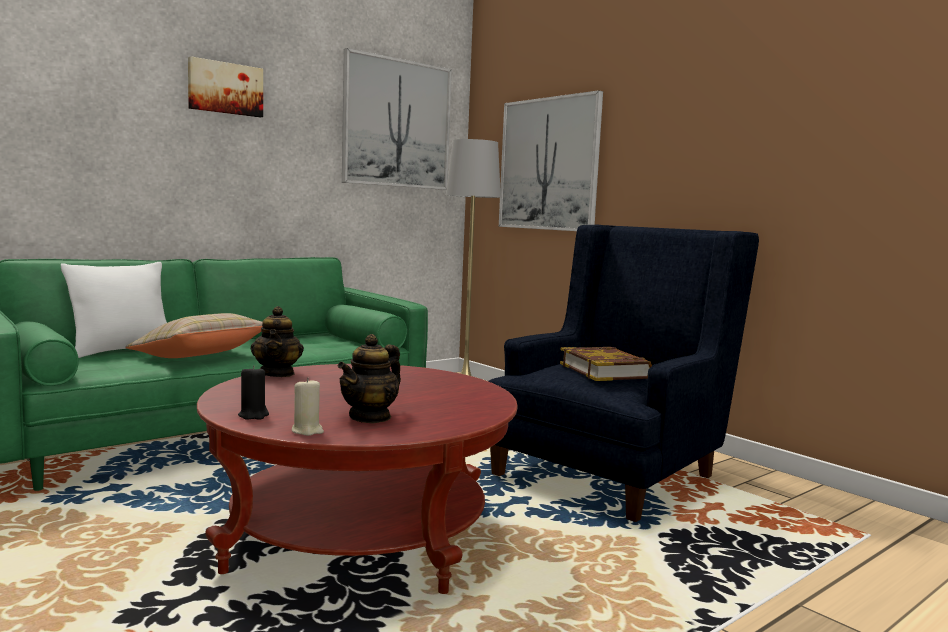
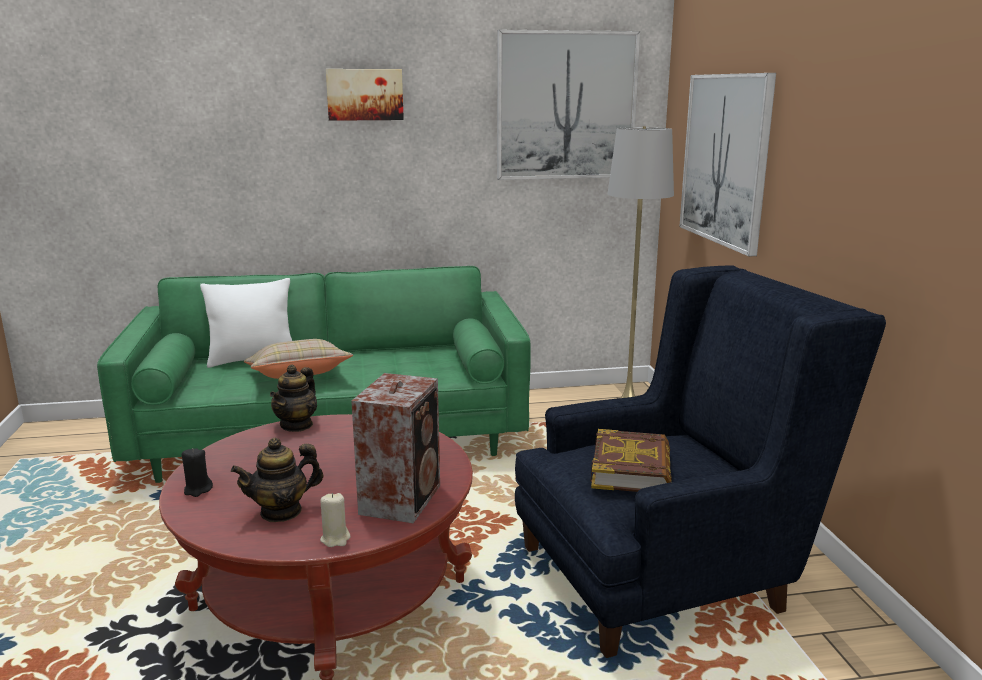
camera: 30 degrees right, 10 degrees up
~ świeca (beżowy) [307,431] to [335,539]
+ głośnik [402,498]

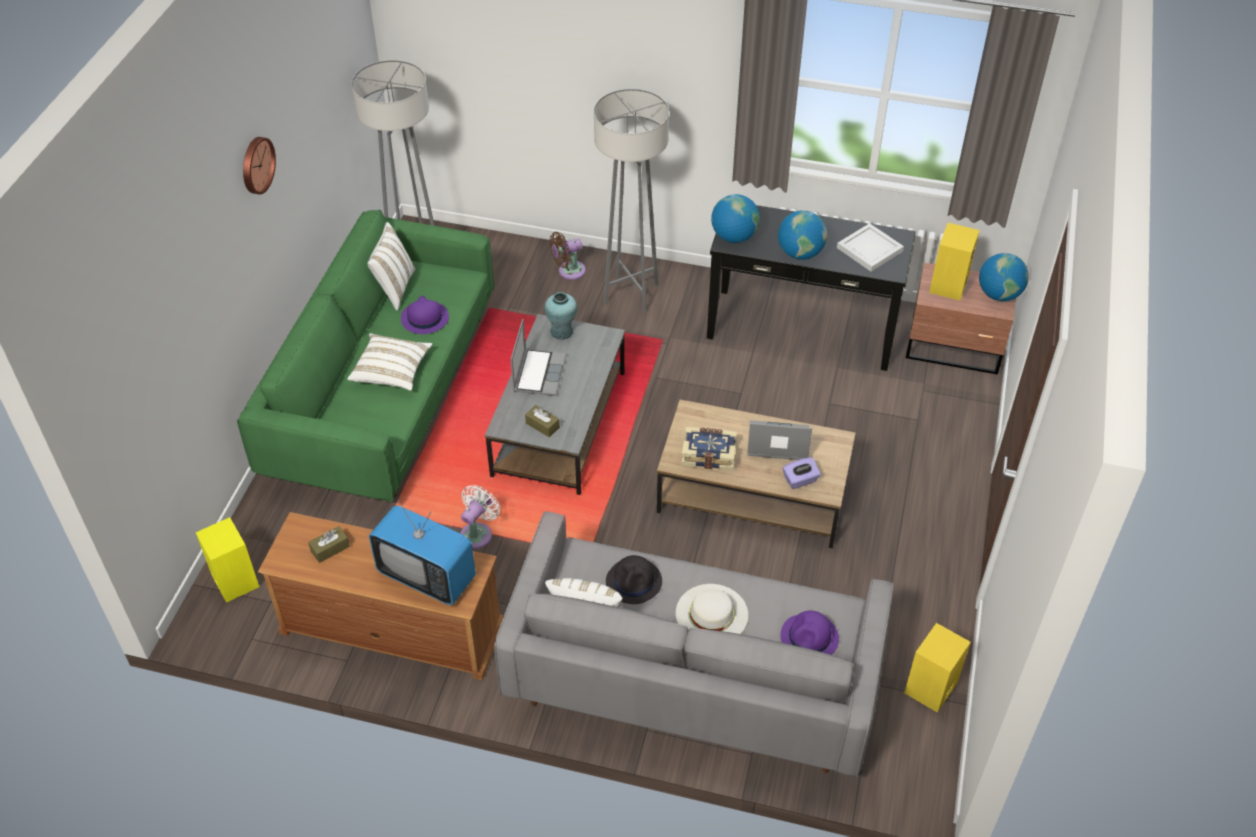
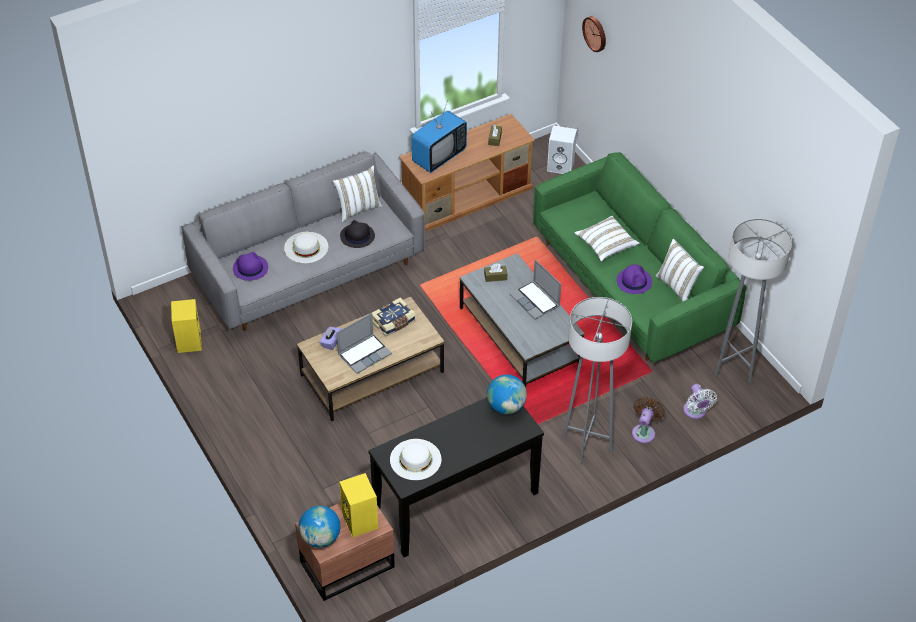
camera: 135 degrees right, 0 degrees up
~ zegar ścienny [256,165] to [595,33]
- globus [800,253]
~ taca (biały) [868,249] to kapelusz (biały) [415,459]
- wazon (turkusowy) [561,331]
~ wentylator (biały) [478,533] to [695,412]
~ telewizor [427,576] = [439,157] 150 degrees clockwise
~ głośnik (żółty) [234,580] to głośnik (biały) [561,165]

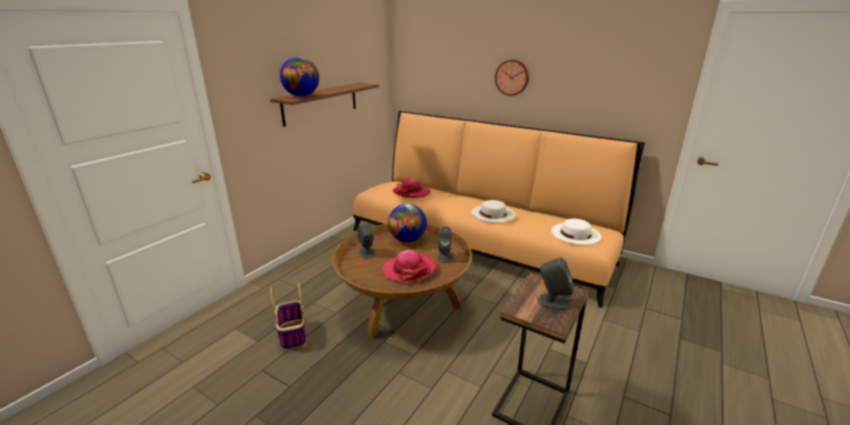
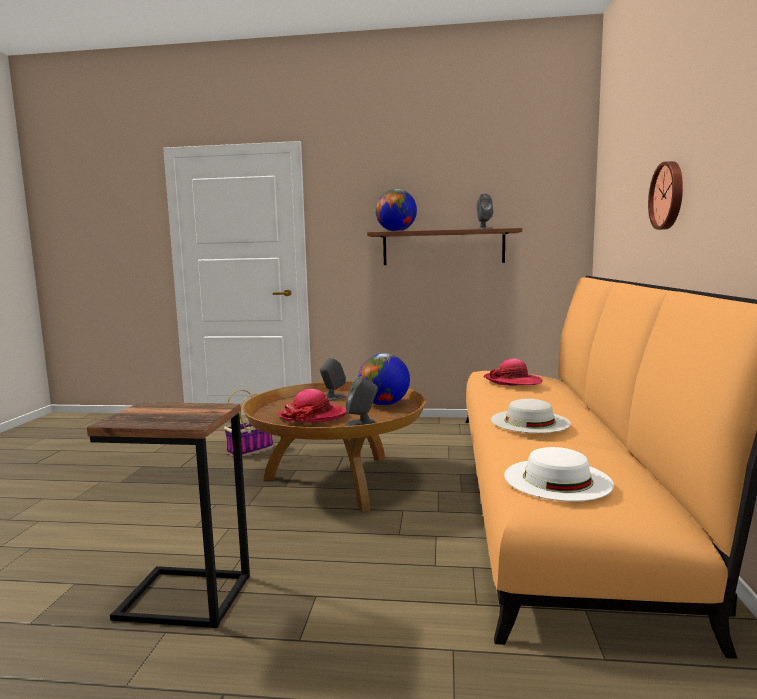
camera: 65 degrees right, 15 degrees down
~ głośnik (szary) [553,302] to [483,229]

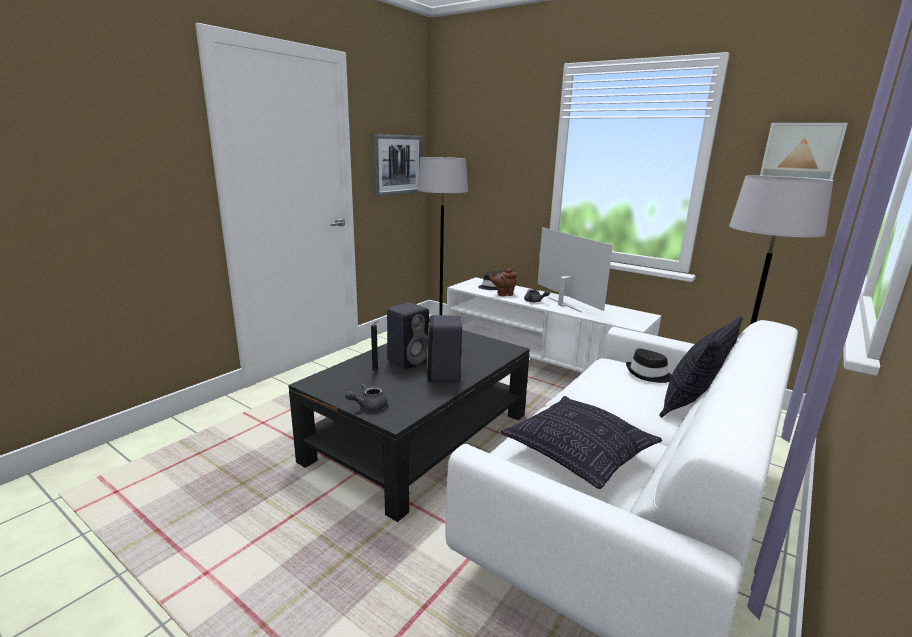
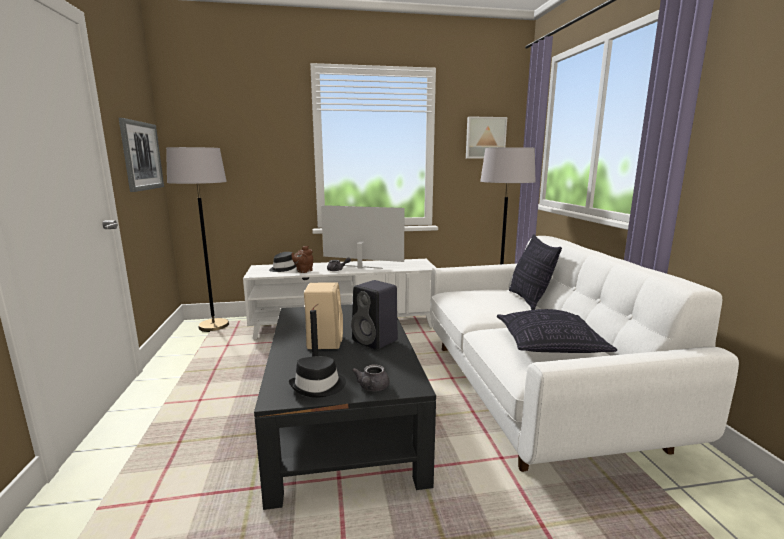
camera: 45 degrees left, 5 degrees down
~ głośnik (czarny) [409,360] to głośnik (beżowy) [324,341]
~ kapelusz (czarny) [648,374] to [318,386]

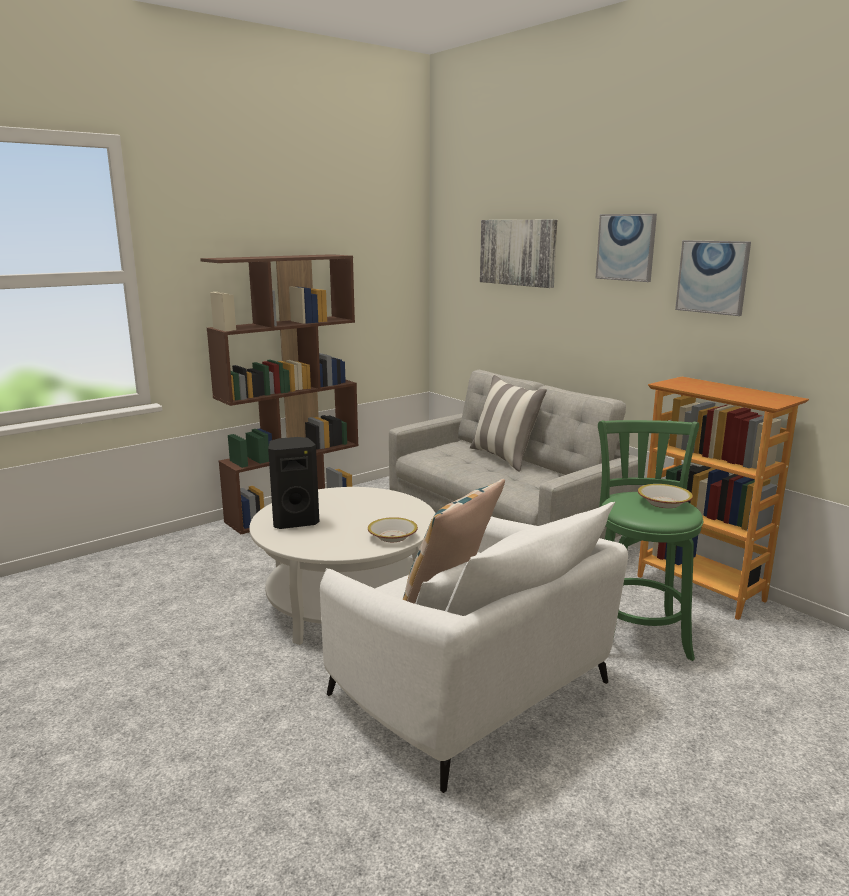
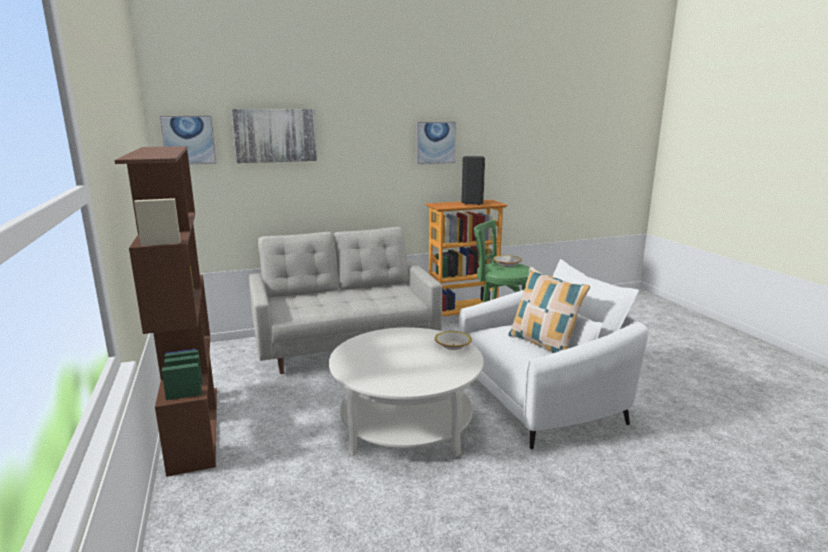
camera: 70 degrees left, 0 degrees up
~ obraz [626,247] to [189,140]
- poduszka [504,458]
~ głośnik (czarny) [295,521] to [472,203]

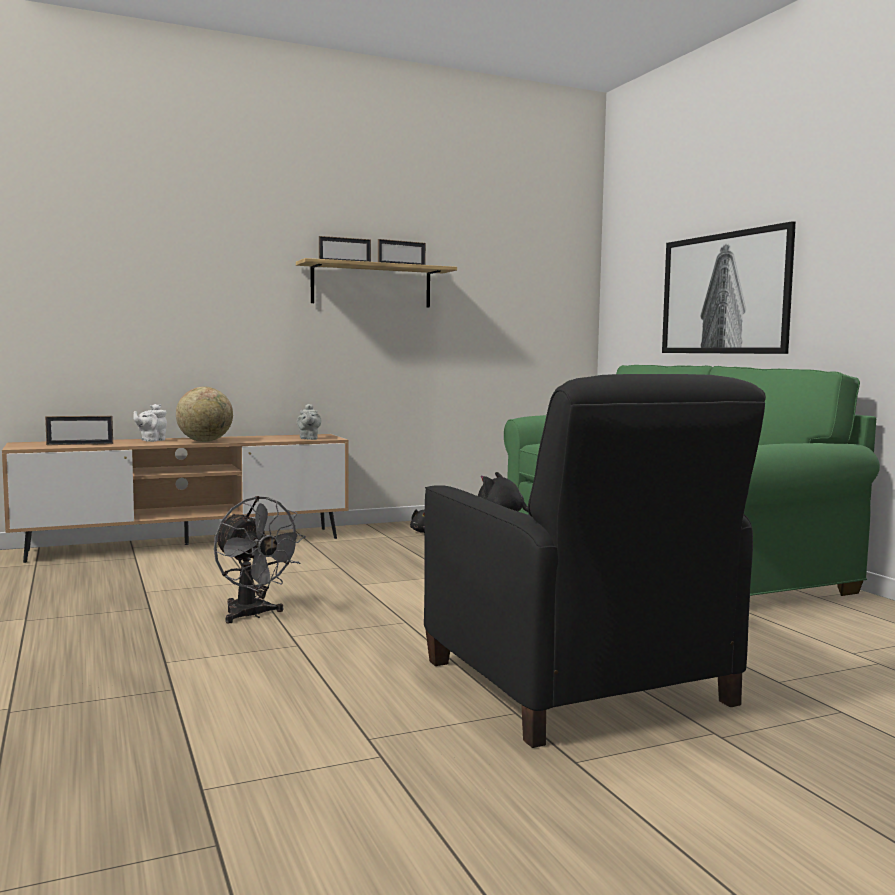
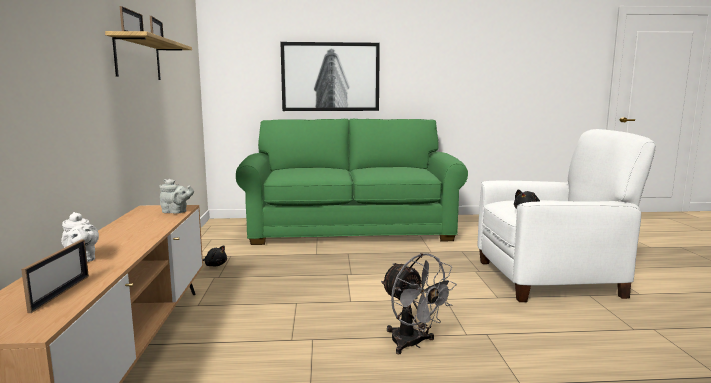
camera: 70 degrees left, 5 degrees up
~ fotel (czarny) [578,684] to fotel (biały) [549,278]
- globus [205,441]
~ wentylator (szary) [252,615] = [412,344] 75 degrees clockwise

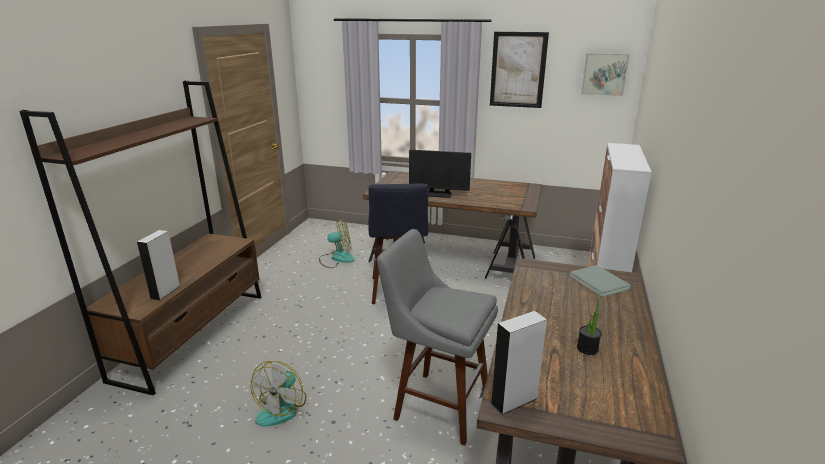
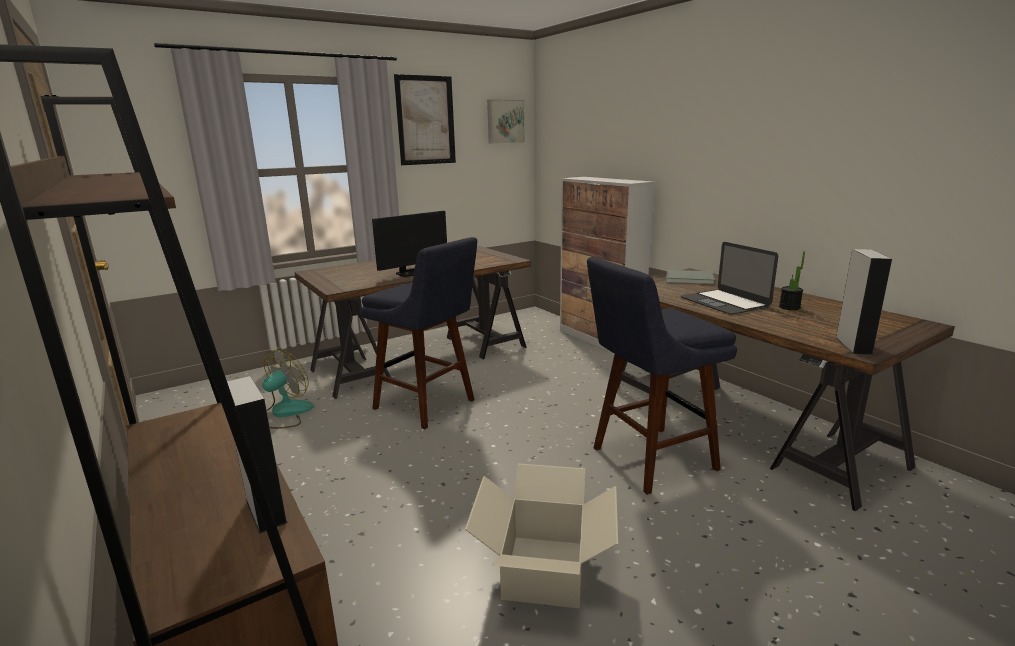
camera: 50 degrees left, 5 degrees down
~ stołek (szary) [436,404] to stołek (niebieski) [647,460]
~ wentylator [282,408] to karton [545,570]
+ laptop [724,302]

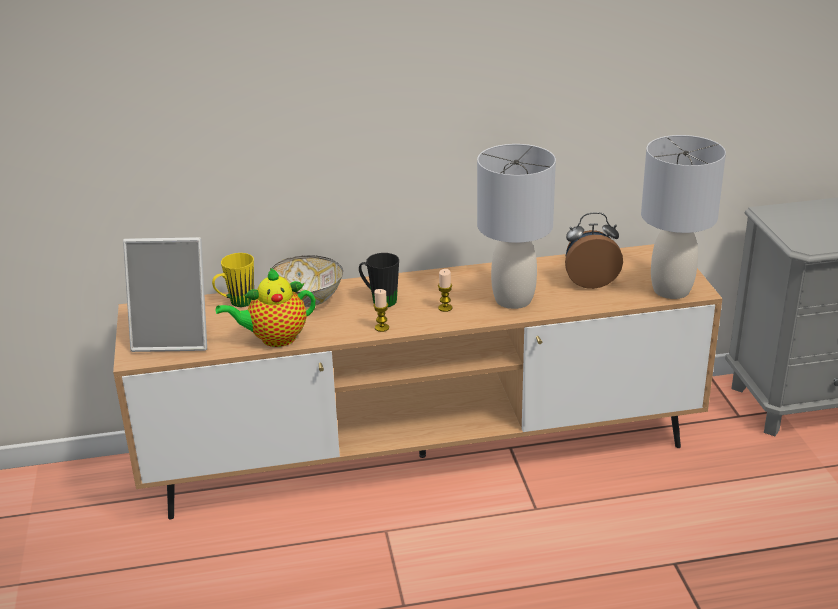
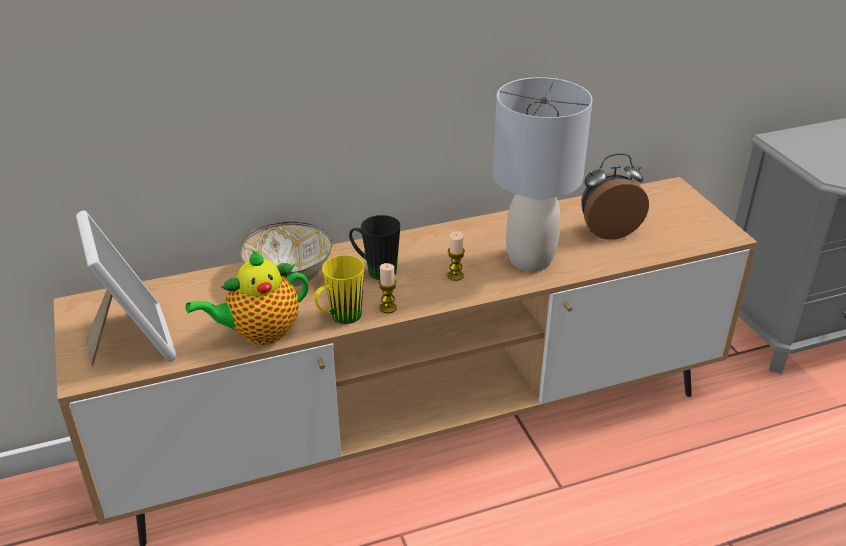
camera: 10 degrees left, 5 degrees up
- lampa stołowa (szary) [672,290]
~ ramka na zdjęcie [174,337] = [132,341] 105 degrees counterclockwise
~ kubek (żółty) [236,303] to [340,318]

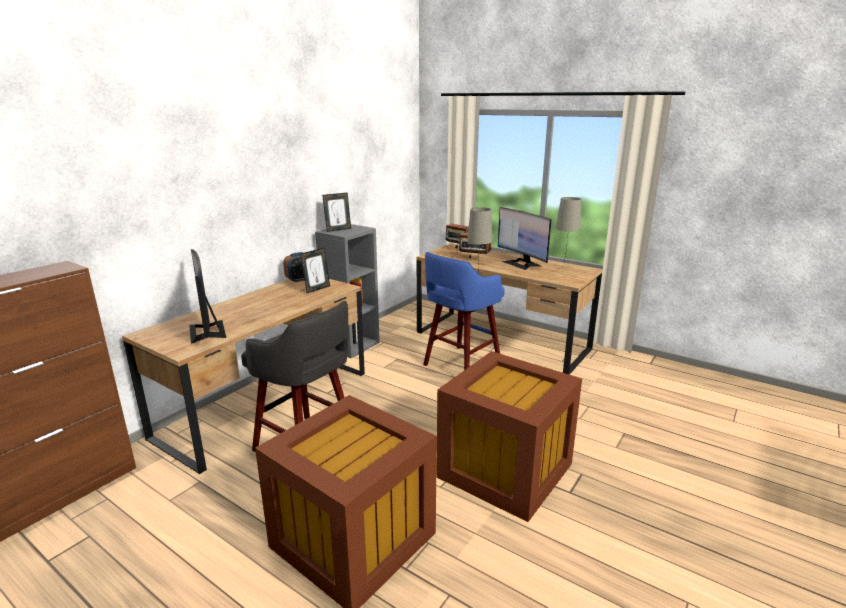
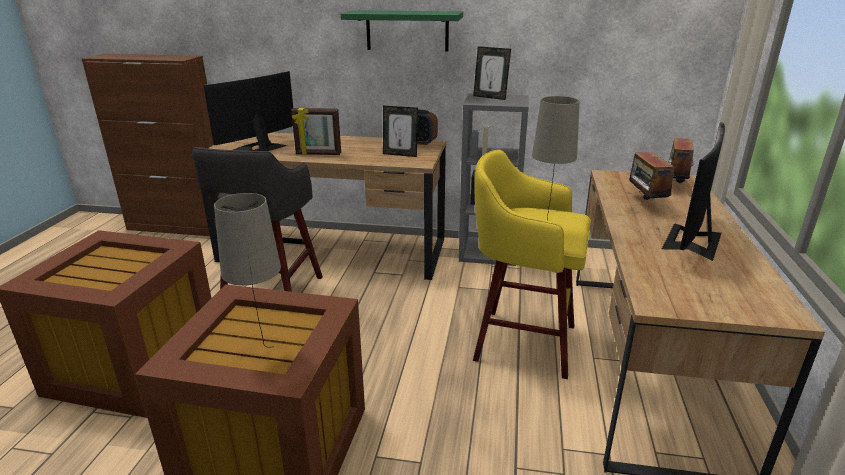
camera: 65 degrees right, 5 degrees up
~ lampa stołowa (beżowy) [564,269] to [264,355]
~ stołek (niebieski) [460,365] to stołek (żółty) [521,341]
+ półka (zielony) [407,30]
+ ramka na zdjęcie [318,154]

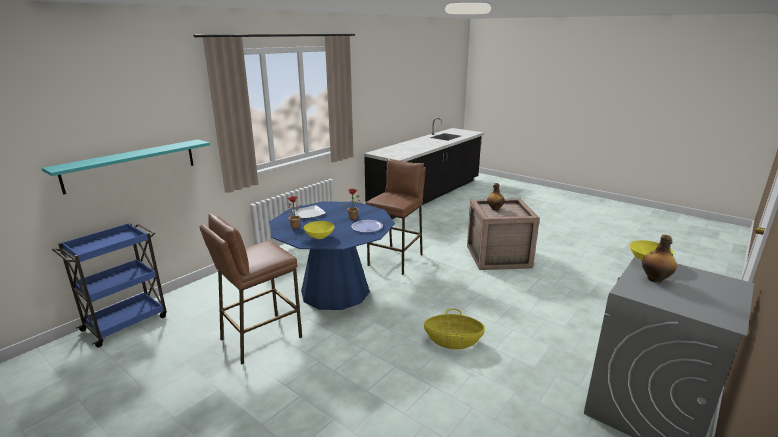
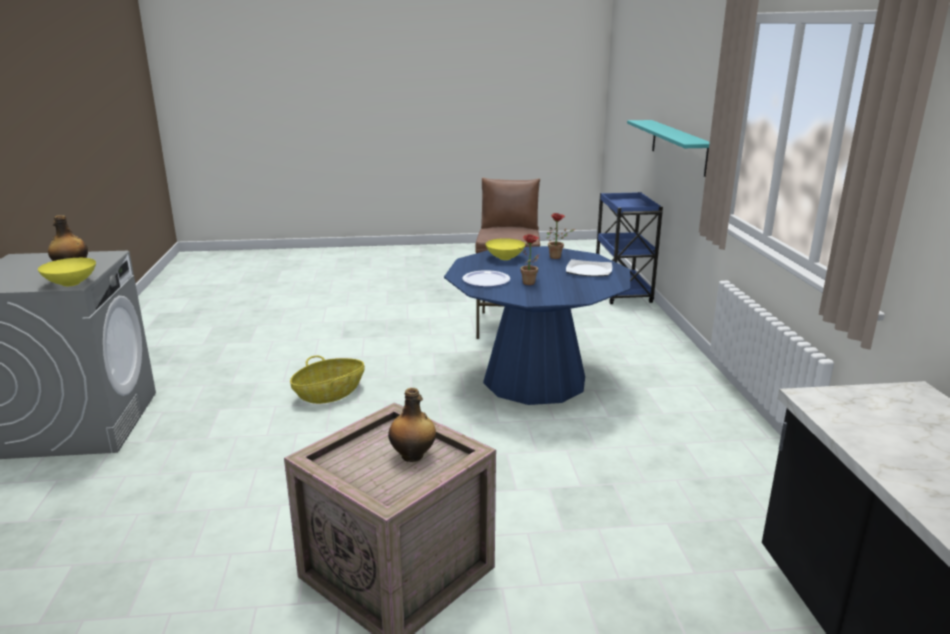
camera: 135 degrees right, 0 degrees up
- stołek (brązowy) [396,260]

